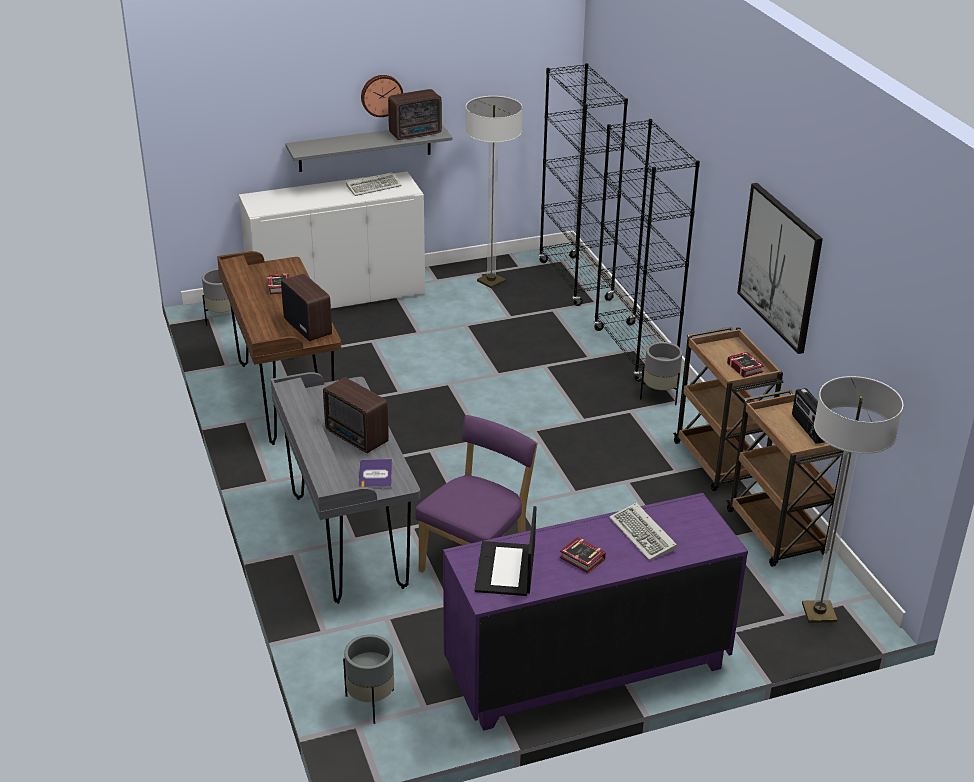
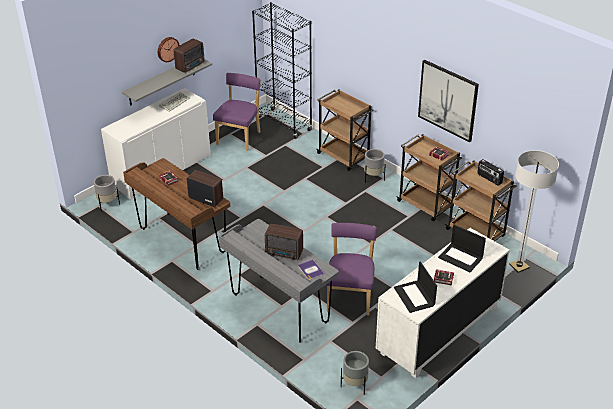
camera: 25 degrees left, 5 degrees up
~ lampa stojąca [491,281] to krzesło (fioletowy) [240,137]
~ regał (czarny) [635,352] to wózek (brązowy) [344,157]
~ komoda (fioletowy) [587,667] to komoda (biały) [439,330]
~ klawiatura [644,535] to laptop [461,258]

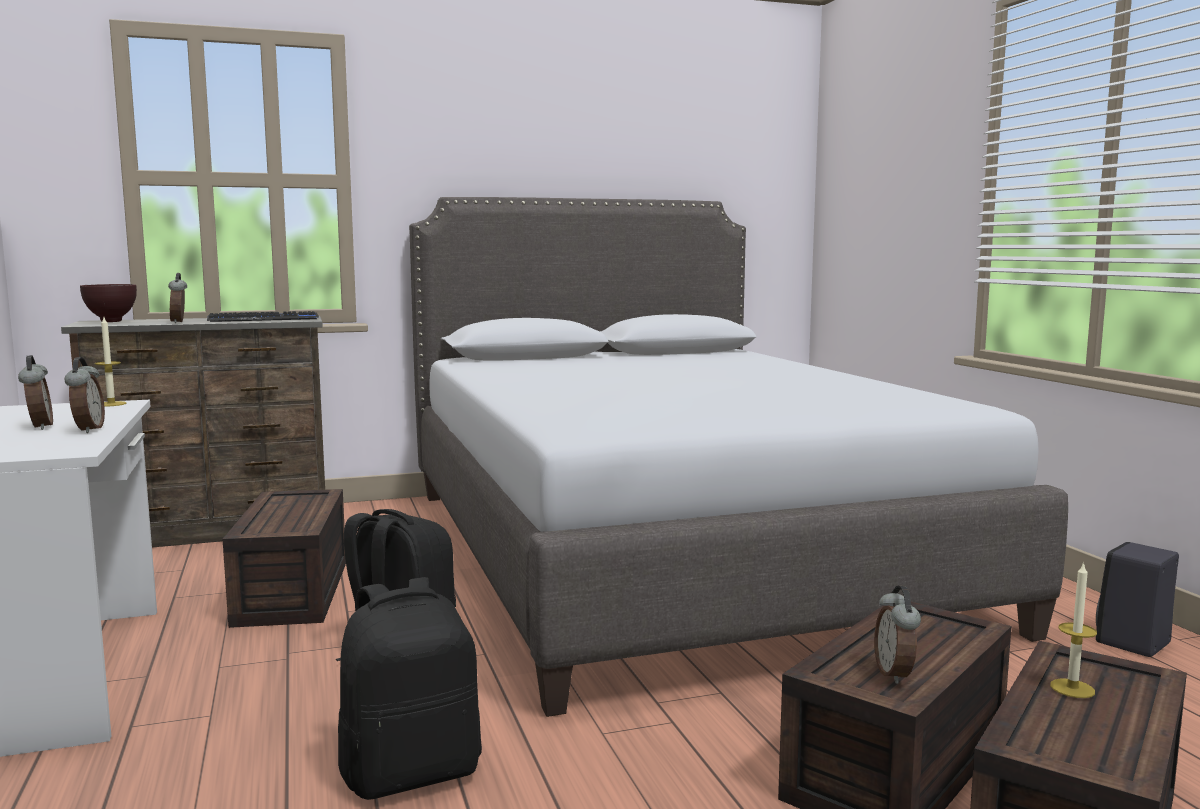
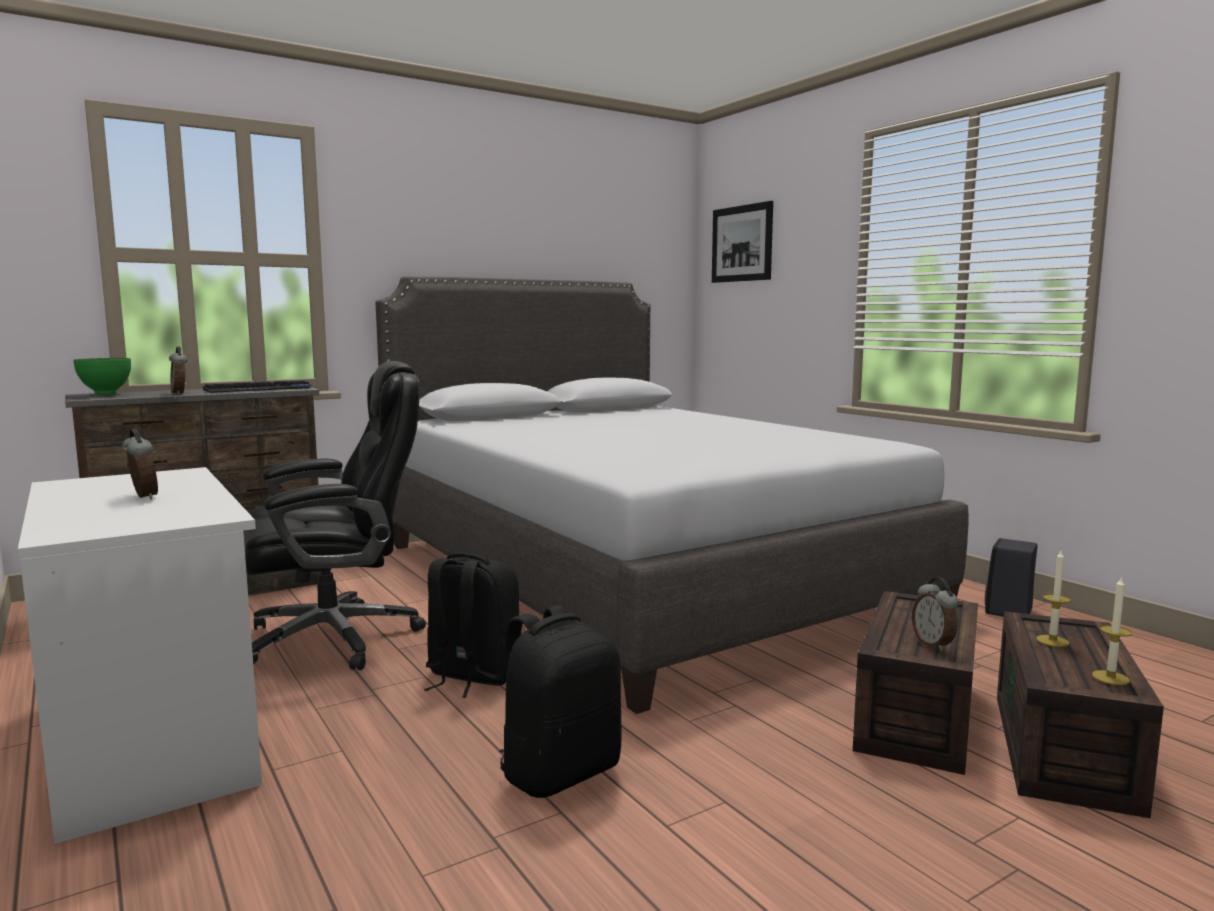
camera: 15 degrees left, 0 degrees up
~ miska (brązowy) [112,321] to miska (zielony) [107,394]
~ świeca [111,404] to [1110,678]
- budzik [87,430]
~ pojemnik do przechowywania (brązowy) [295,593] to krzesło biurowe (czarny) [336,638]
+ obraz [742,243]

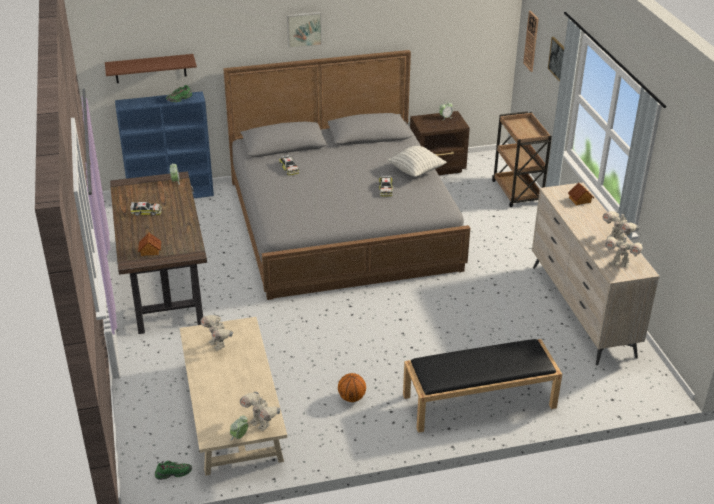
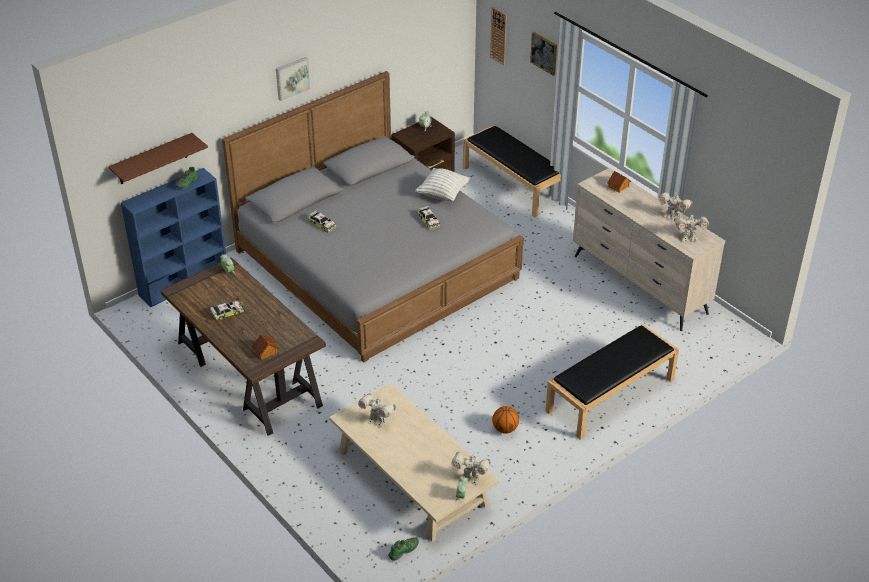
camera: 25 degrees left, 5 degrees up
~ wózek (brązowy) [517,193] to ławka (czarny) [514,184]

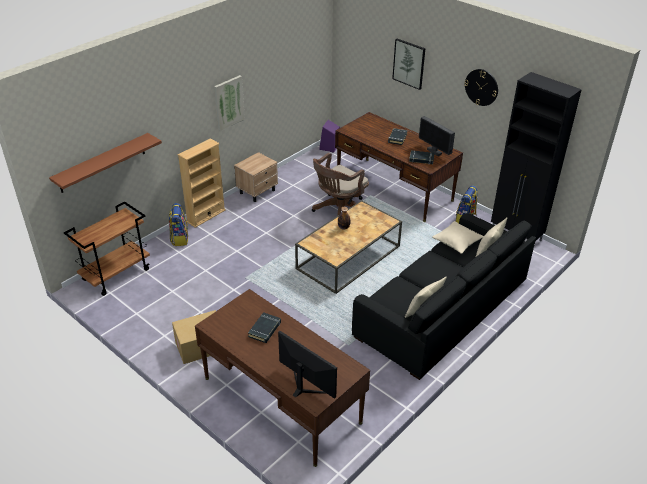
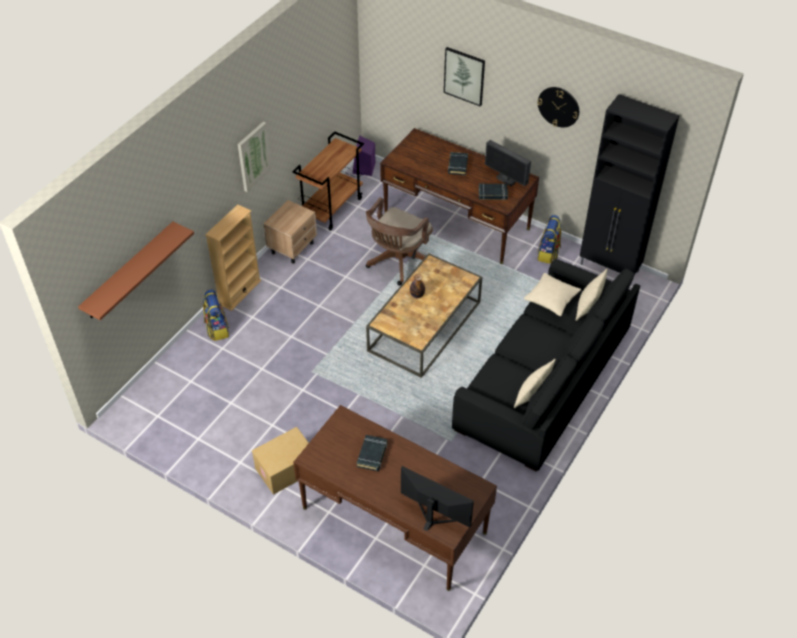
camera: 10 degrees left, 10 degrees up
~ wózek (brązowy) [116,274] to [331,208]

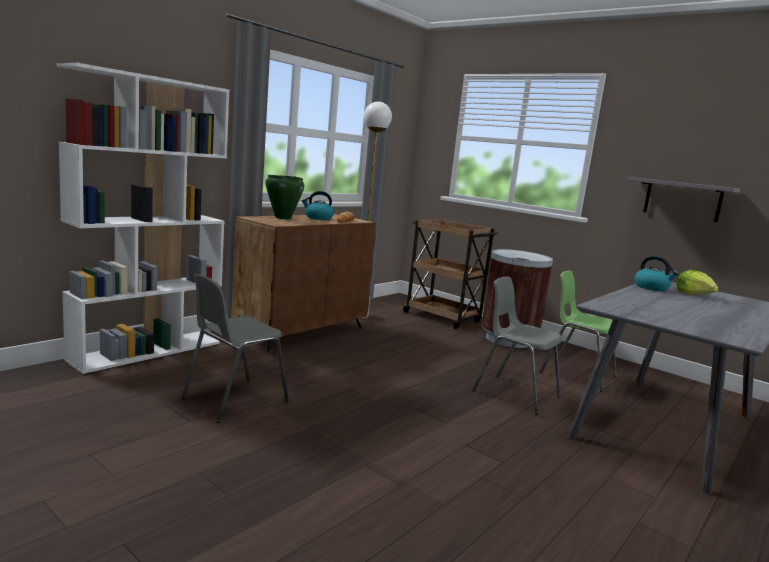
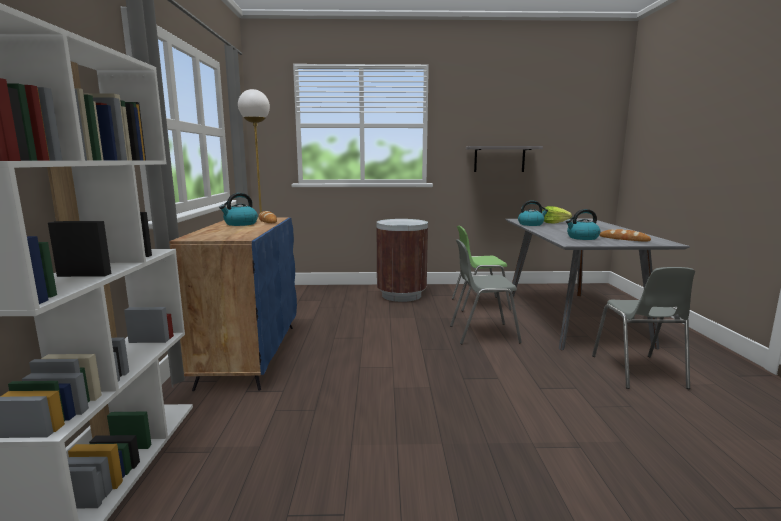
camera: 40 degrees left, 0 degrees up
- garnek (zielony) [282,218]
~ szafka (brązowy) [302,331] to szafka (niebieski) [250,354]
- wózek (brązowy) [443,317]
~ krzesło (szary) [233,400] to [638,372]
+ czajnik [582,238]
+ chleb [624,239]

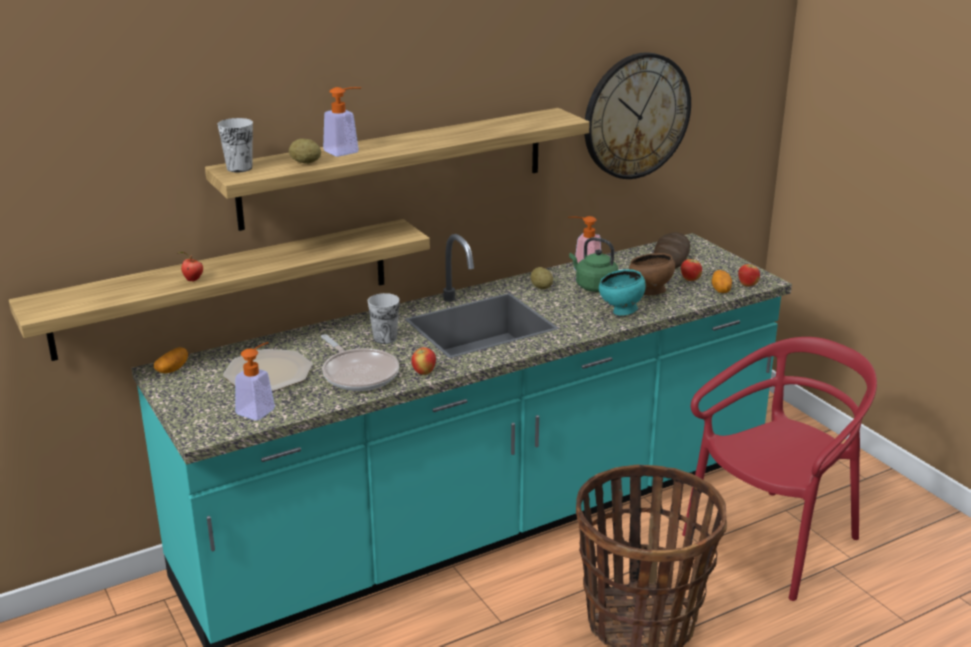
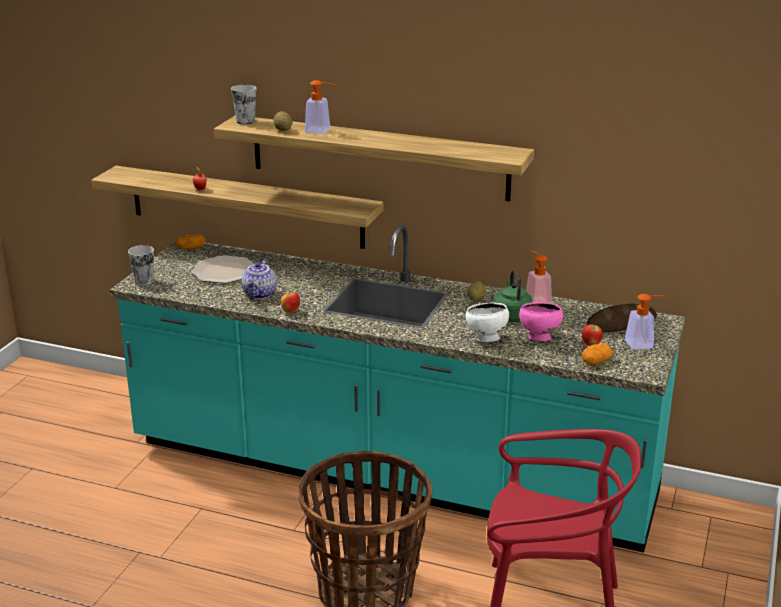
camera: 50 degrees right, 0 degrees up
- zegar ścienny [636,116]
~ miska (brązowy) [650,293] to miska (różowy) [538,338]
- jabłko [747,285]
~ miska (turkusowy) [621,312] to miska (biały) [485,339]
~ filiżanka [385,338] to [144,281]
~ patelnia [358,373] to imbryk [260,294]
~ dozownik mydła [259,409] to [643,344]

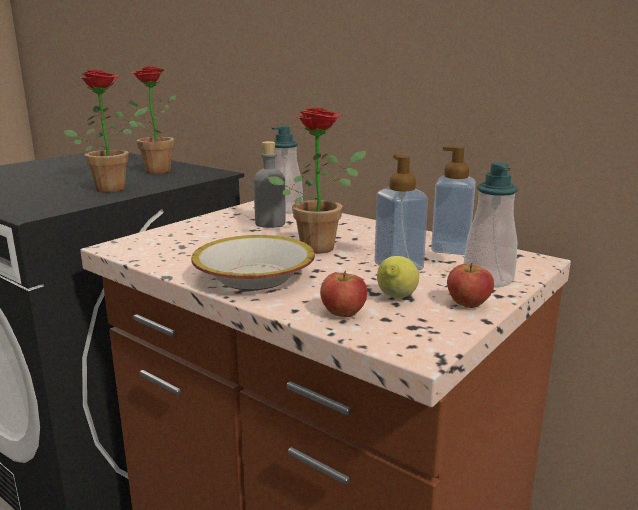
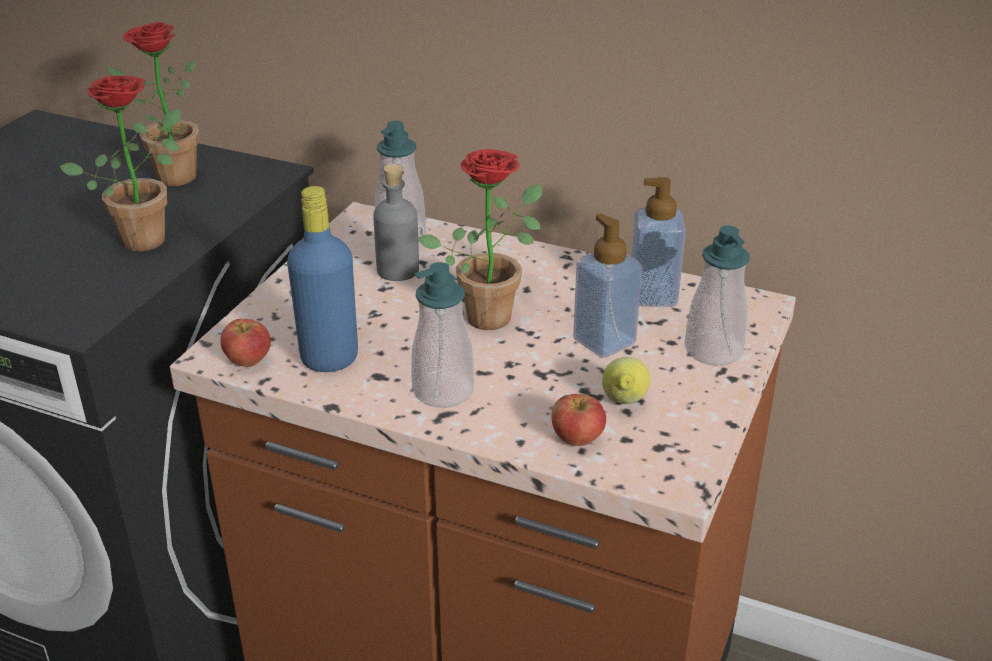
camera: 15 degrees left, 15 degrees up
~ miska [255,277] to dozownik mydła [443,391]
~ jabłko [468,304] to [248,360]
+ butelka (niebieski) [329,359]

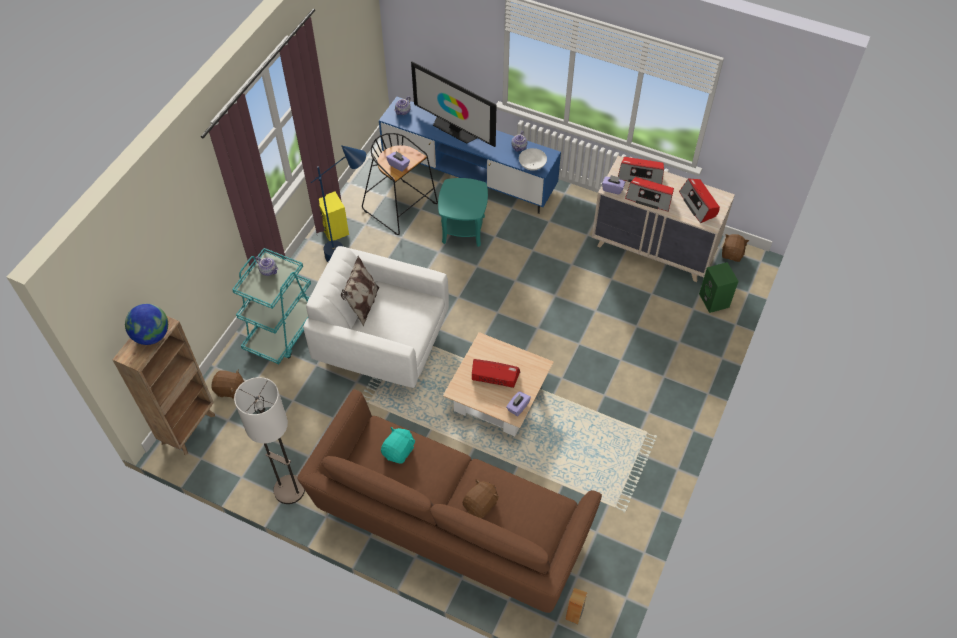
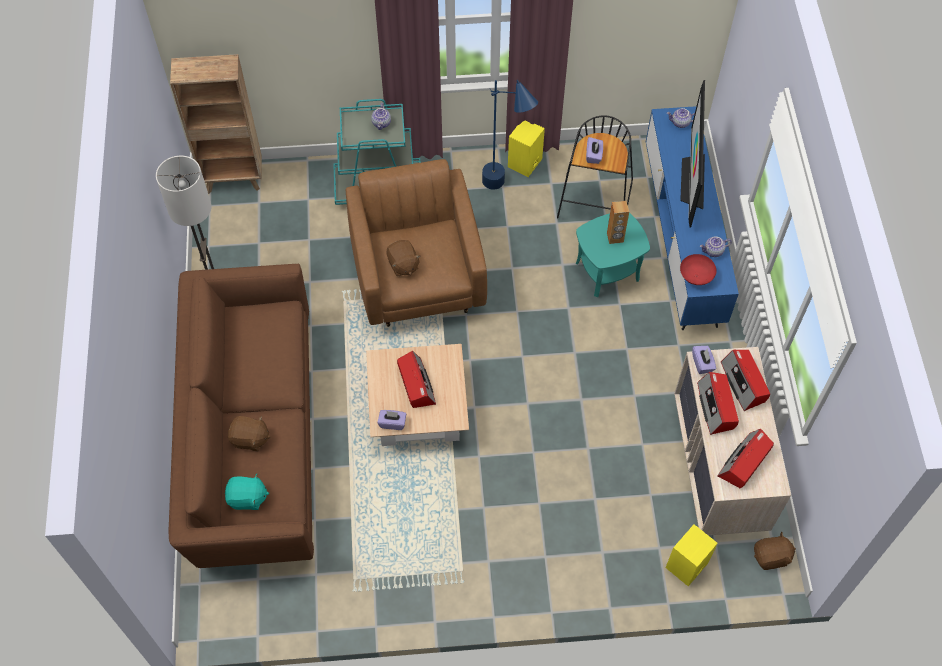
camera: 60 degrees right, 5 degrees up
~ miska (biały) [532,165] to miska (czerwony) [696,276]
~ fotel (biały) [382,343] to fotel (brązowy) [418,275]
- poduszka [363,305]
~ głośnik (zielony) [715,301] to głośnik (żółty) [686,566]
- globus [152,335]
~ pluszak (brązowy) [230,389] to [403,265]
~ pluszak (turkusowy) [399,451] to [247,498]
~ głośnik (brązowy) [574,615] to [615,238]

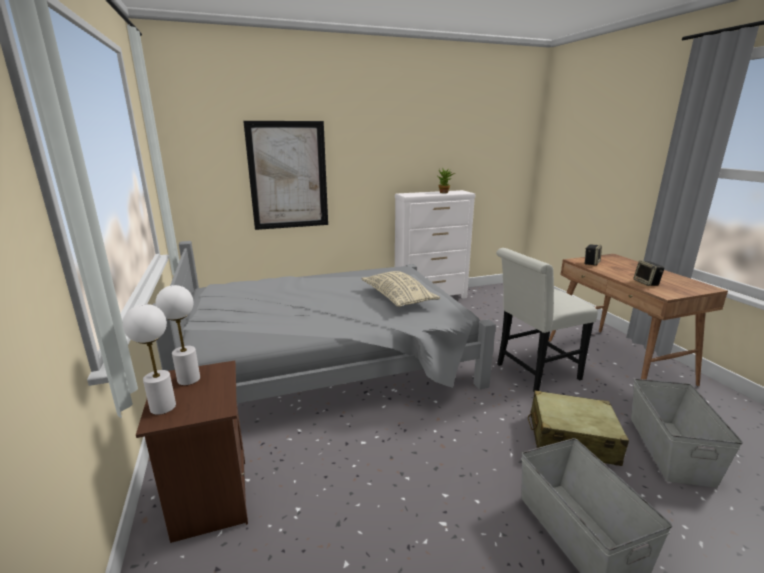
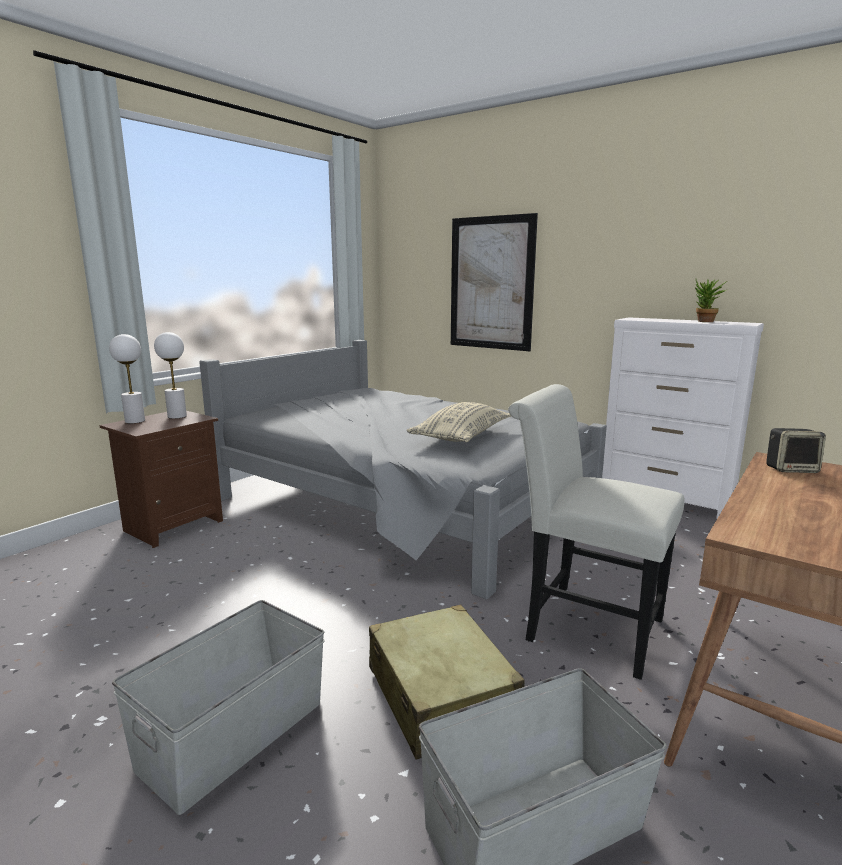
camera: 55 degrees right, 5 degrees down
- głośnik [647,283]

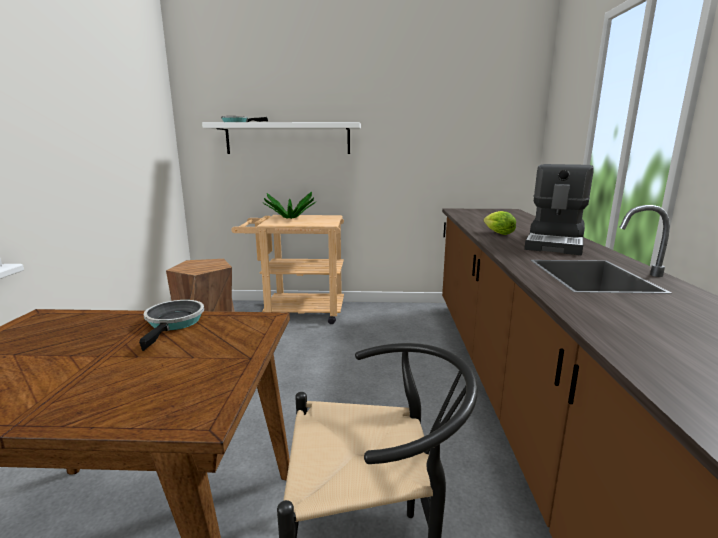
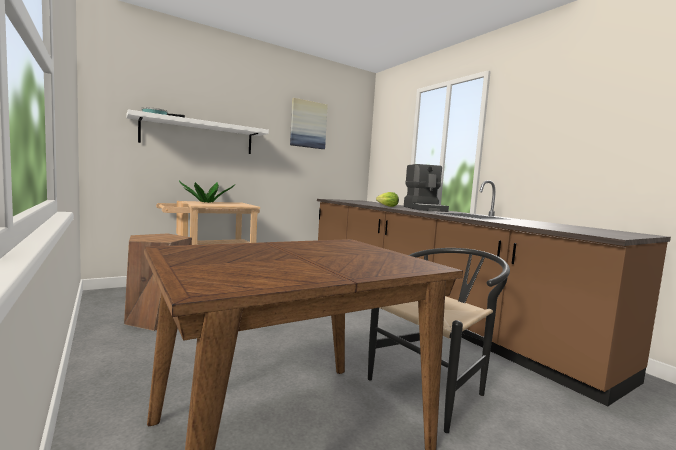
camera: 35 degrees left, 10 degrees down
- patelnia [174,323]
+ obraz [308,124]

